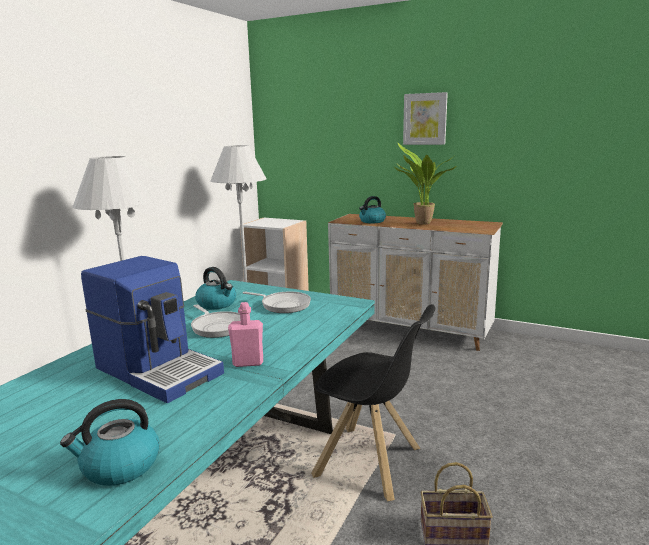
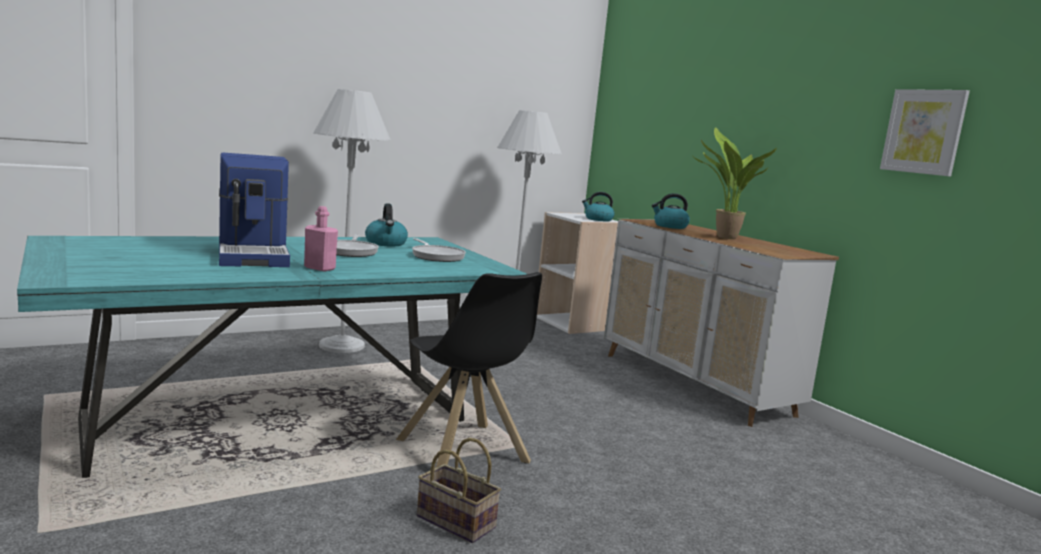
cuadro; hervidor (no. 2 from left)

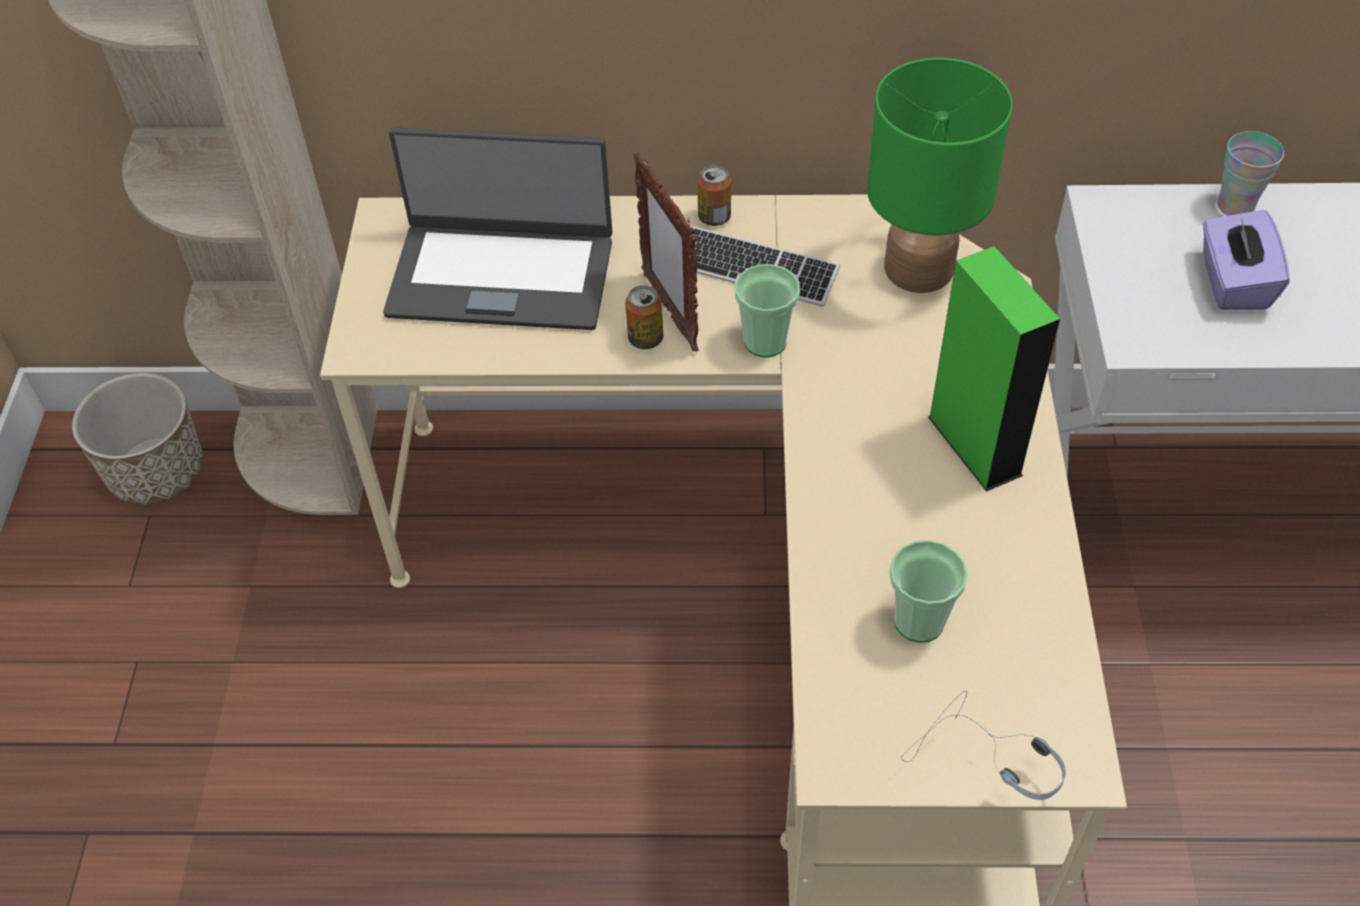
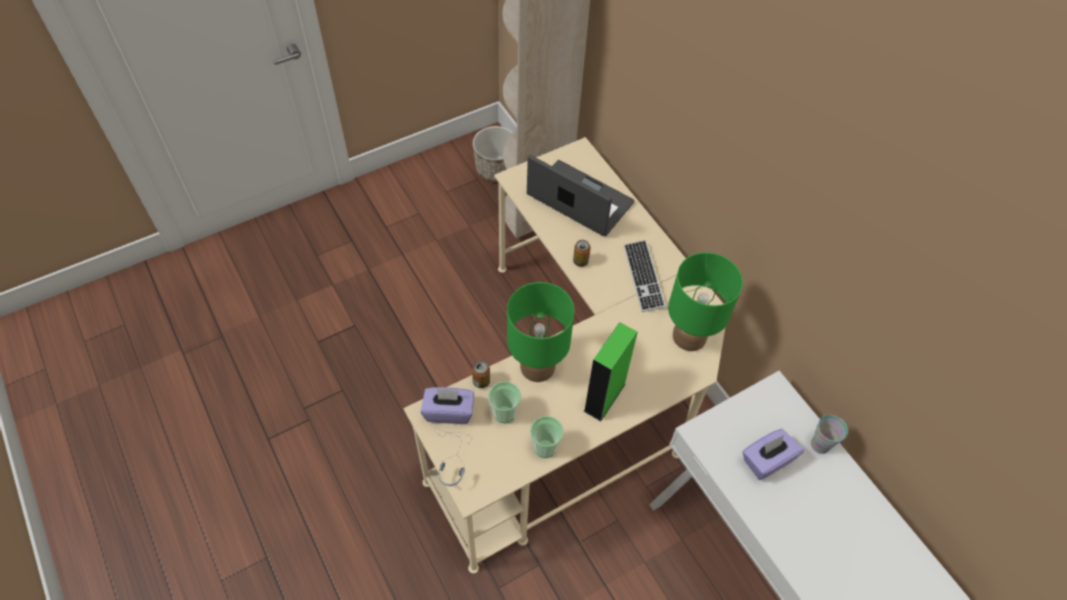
portátil; portarretratos; lata (no. 1 from left); taza (no. 2 from left); lámpara de mesa (verde) (no. 1 from left); caja de pañuelos (morado) (no. 1 from left)

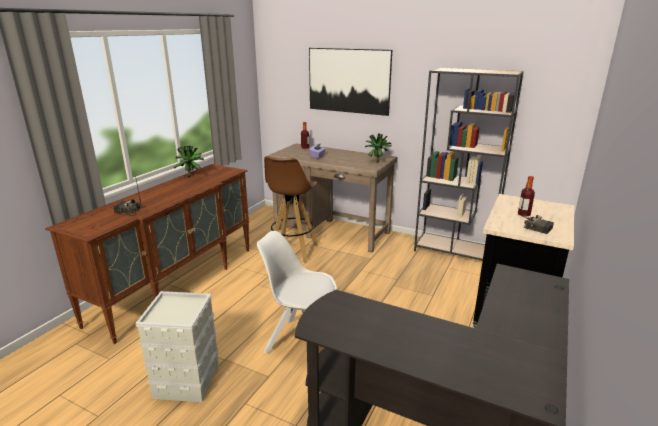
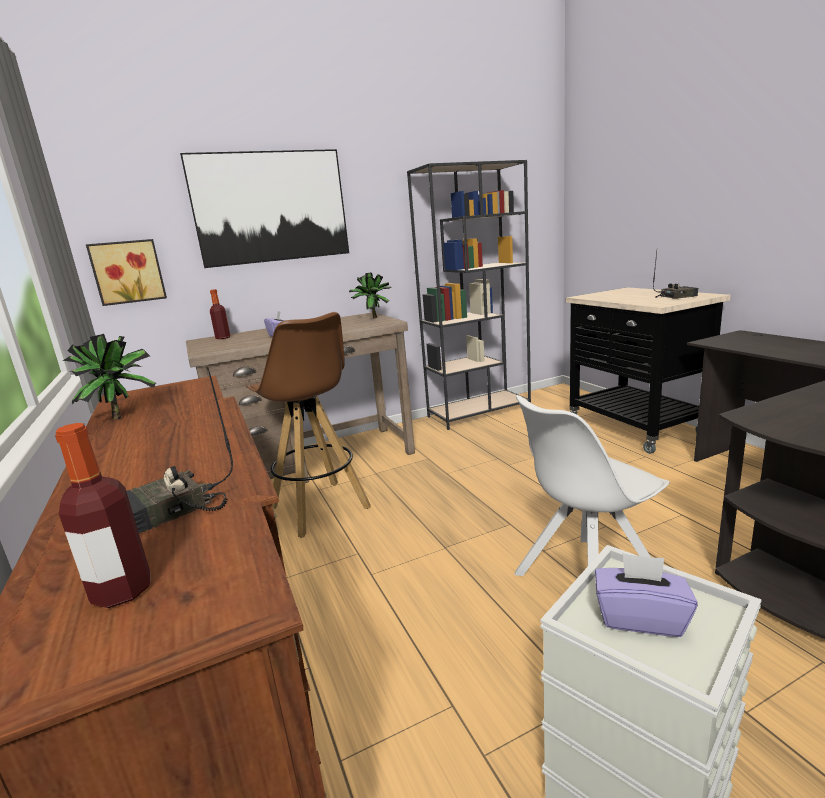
botella (no. 1 from left); cuadro (no. 1 from left); caja de pañuelos (morado) (no. 2 from left)

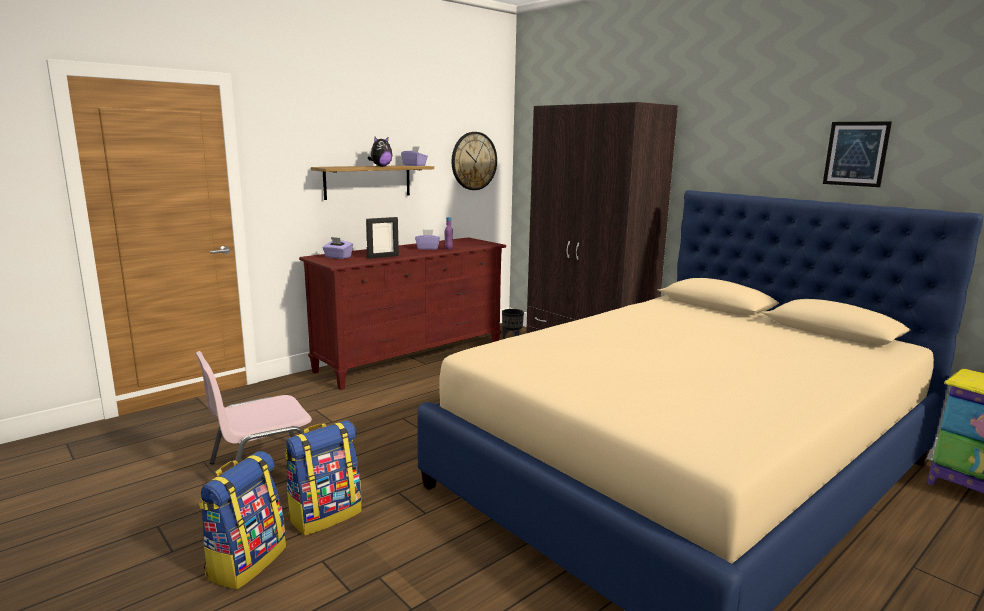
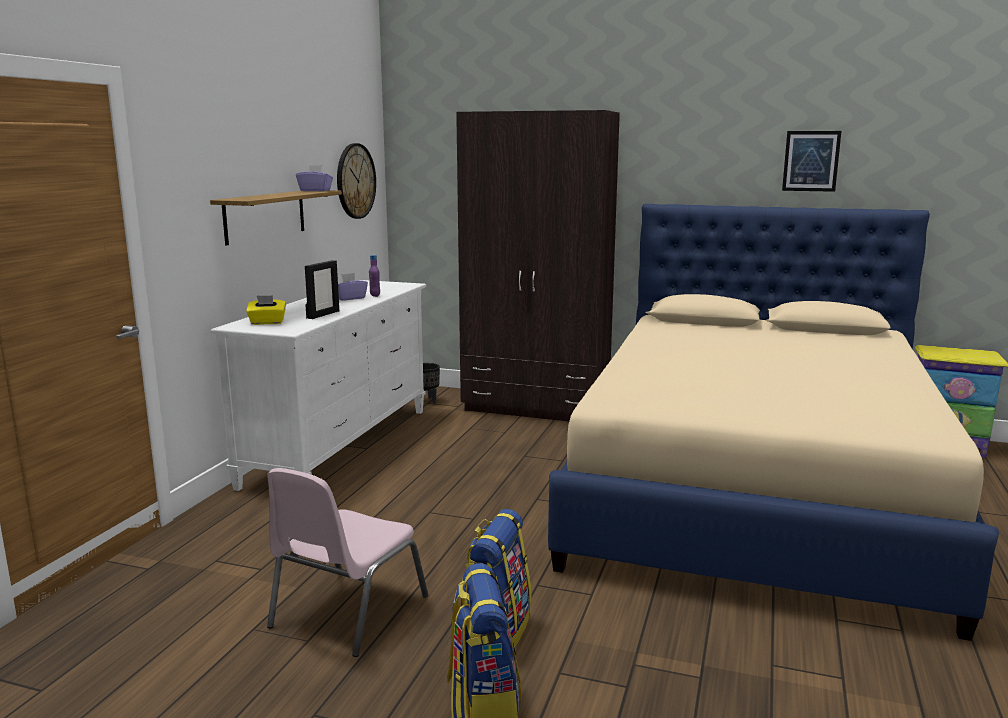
peluche; cómoda (blanco); caja de pañuelos (amarillo)

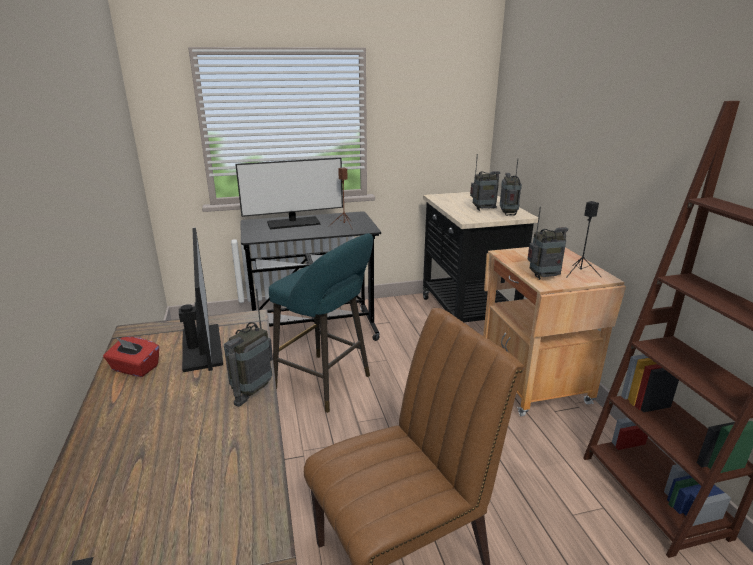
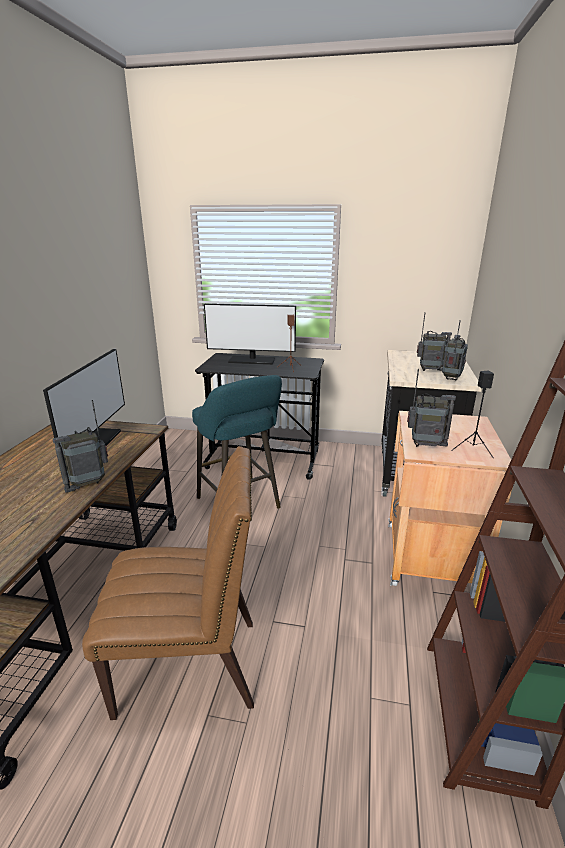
caja de pañuelos (rojo)

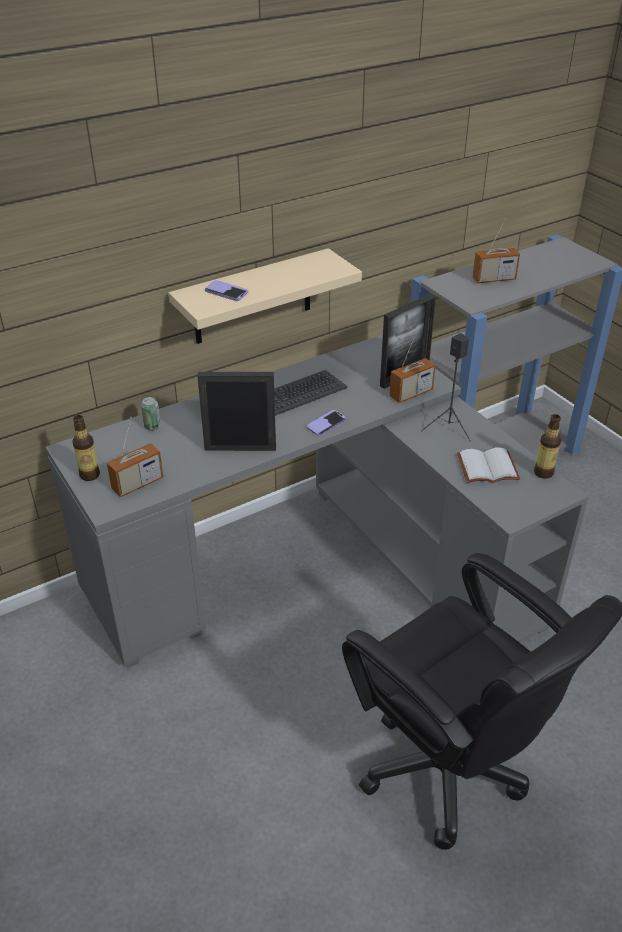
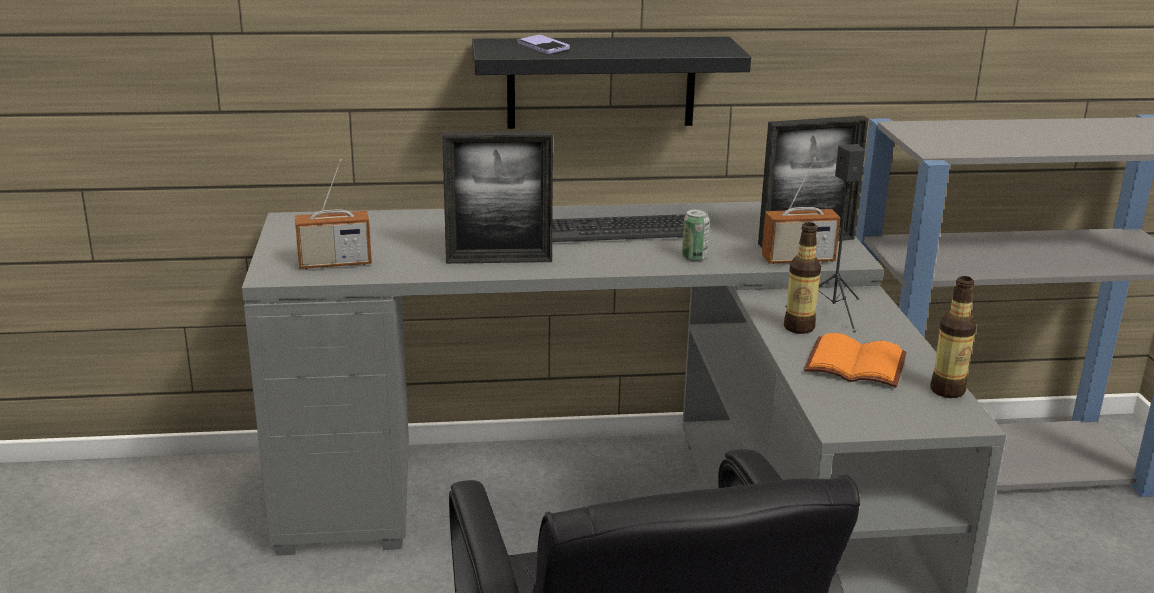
radio (no. 3 from left in the first image); estante (negro); portarretratos (no. 1 from left); lata; móvil (no. 2 from left in the first image); botella (no. 1 from left); libro (naranja)

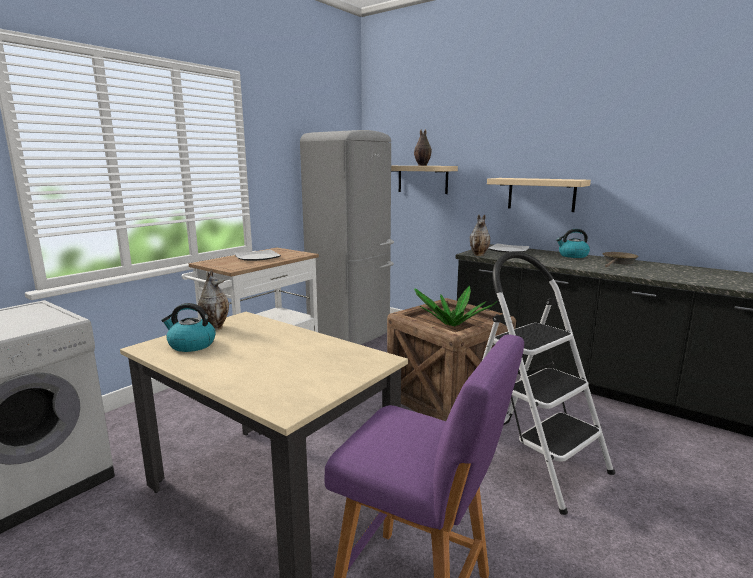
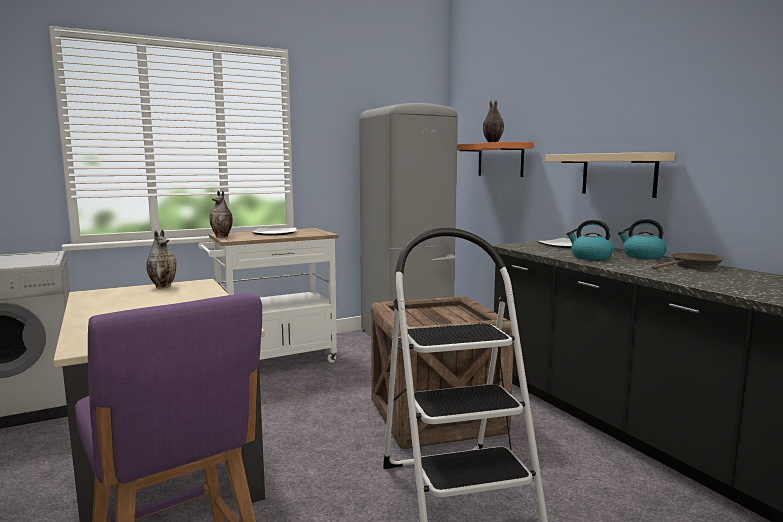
estante (naranja); florero (no. 2 from left); planta en maceta; hervidor (no. 1 from left)

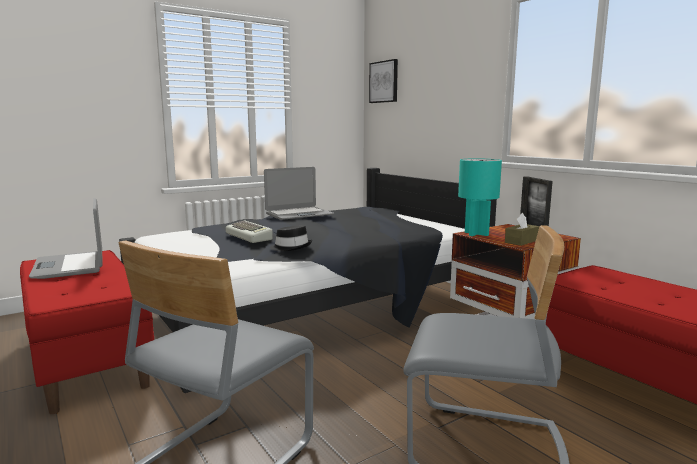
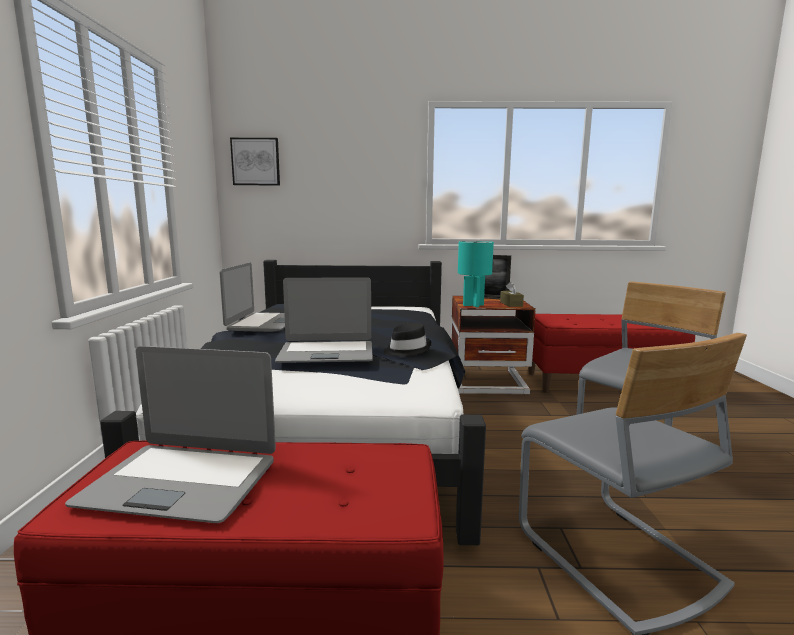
portátil (no. 3 from left)

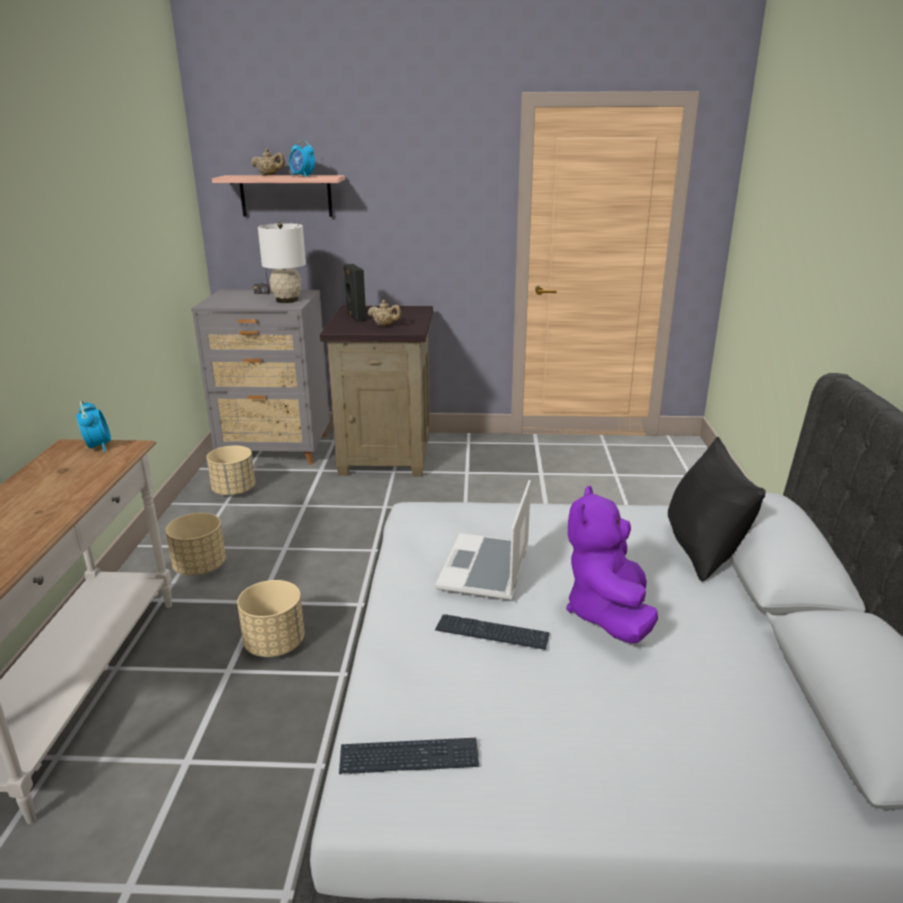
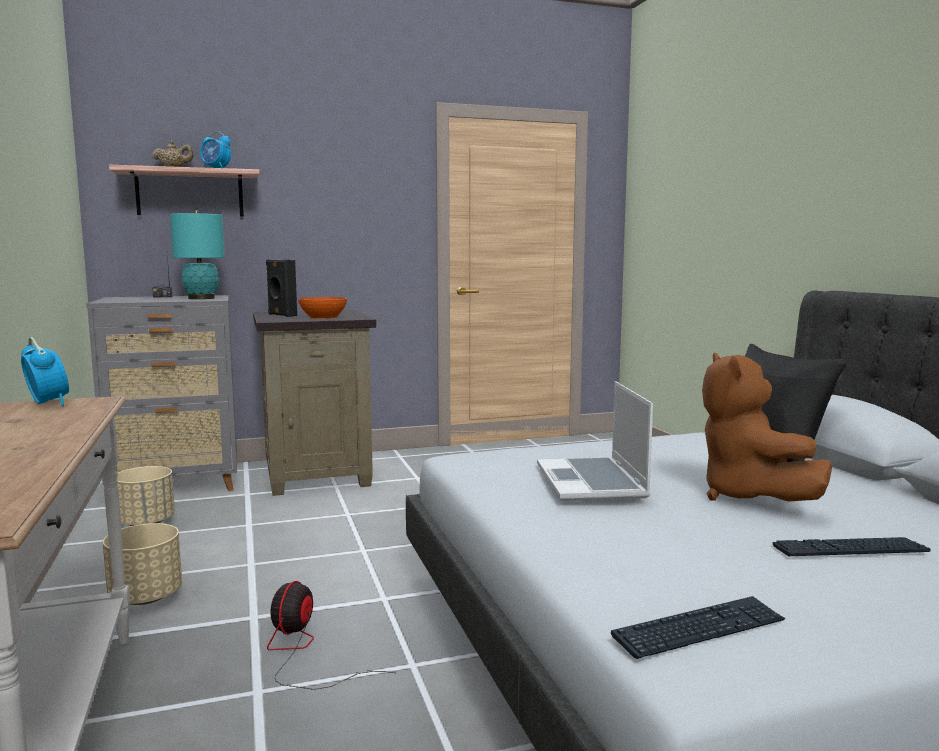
lámpara de mesa (turquesa); cuenco (naranja); peluche (marrón); ventilador; teclado (no. 2 from left)

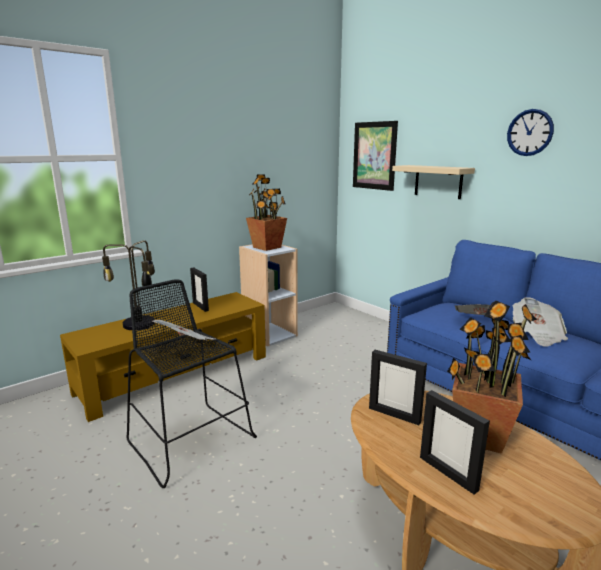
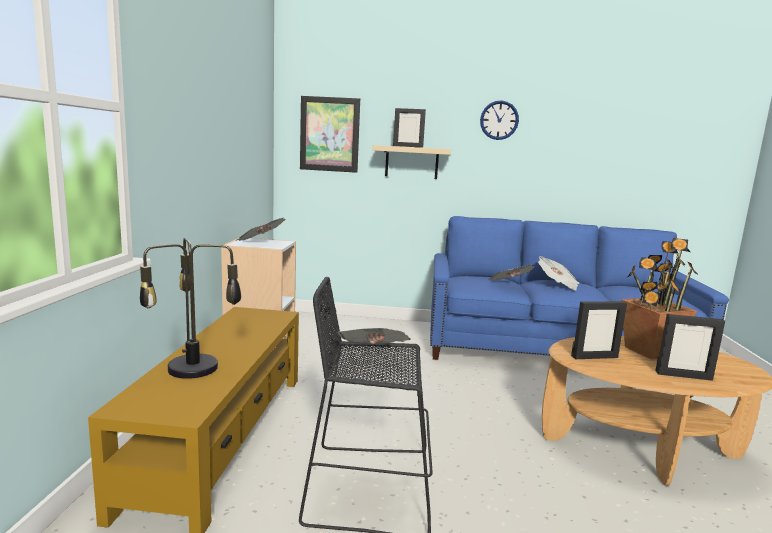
periódico (no. 1 from left); portarretratos (no. 1 from left)

